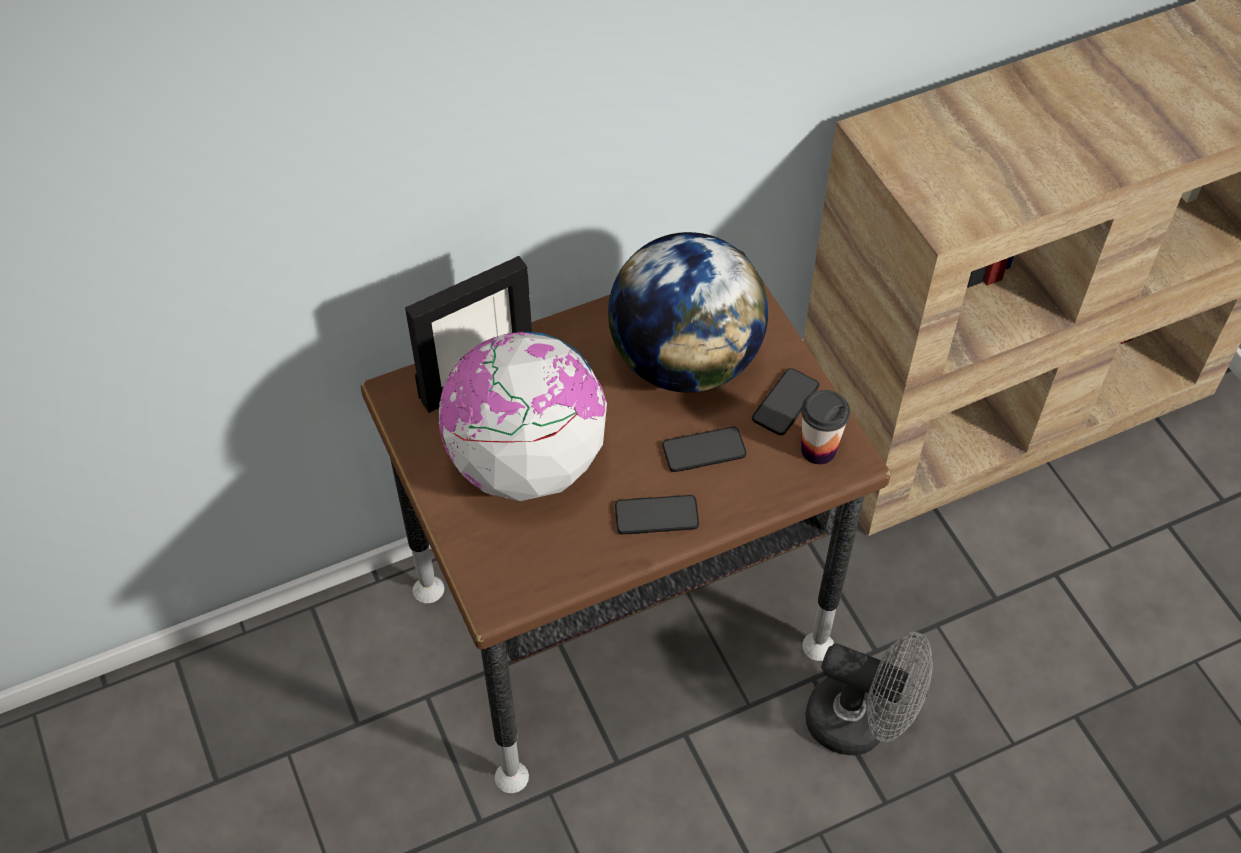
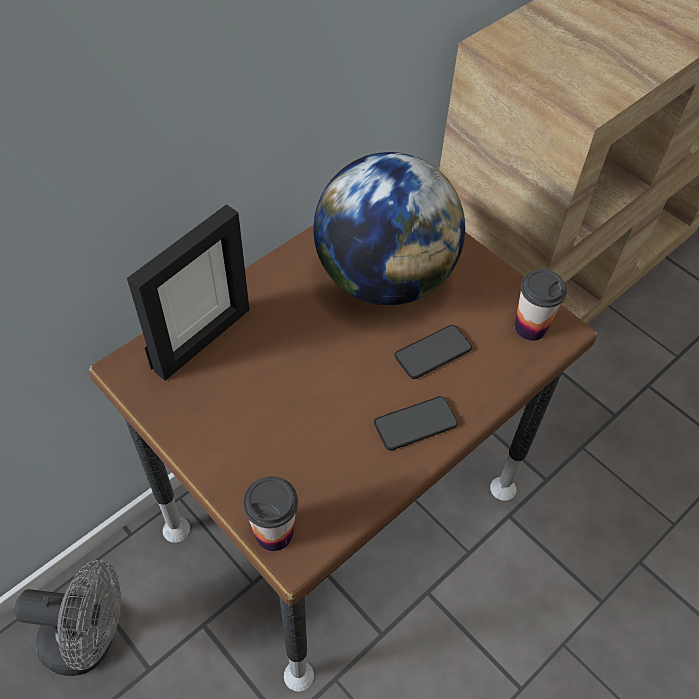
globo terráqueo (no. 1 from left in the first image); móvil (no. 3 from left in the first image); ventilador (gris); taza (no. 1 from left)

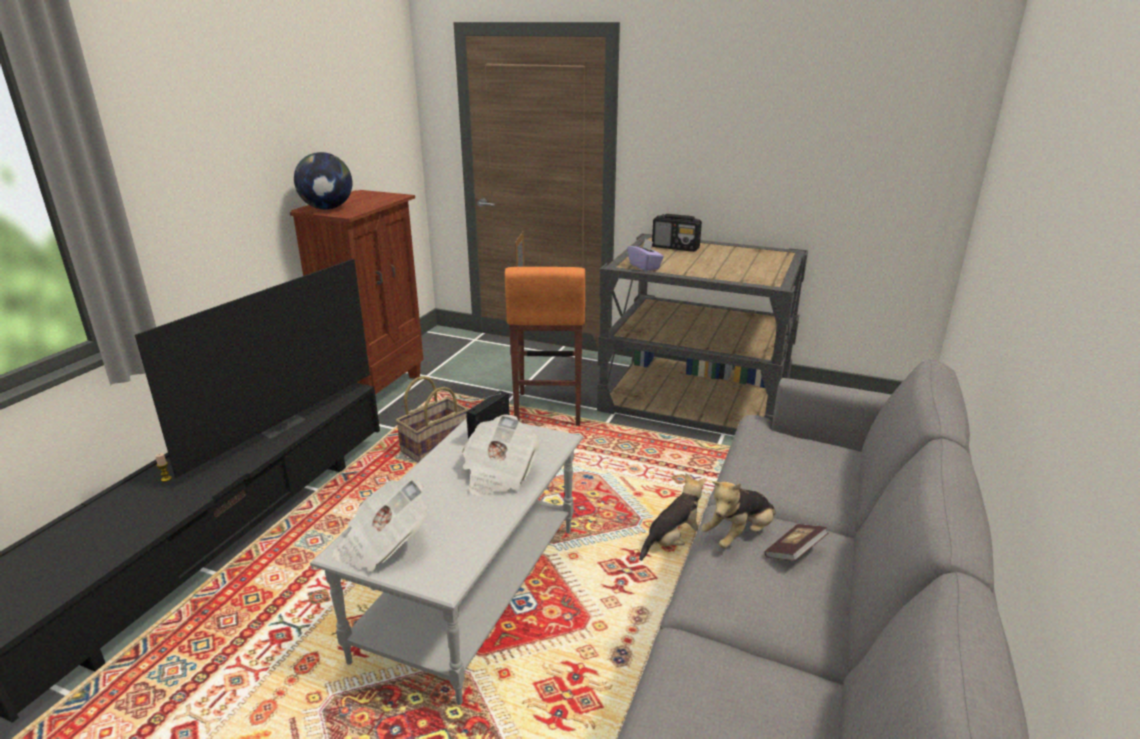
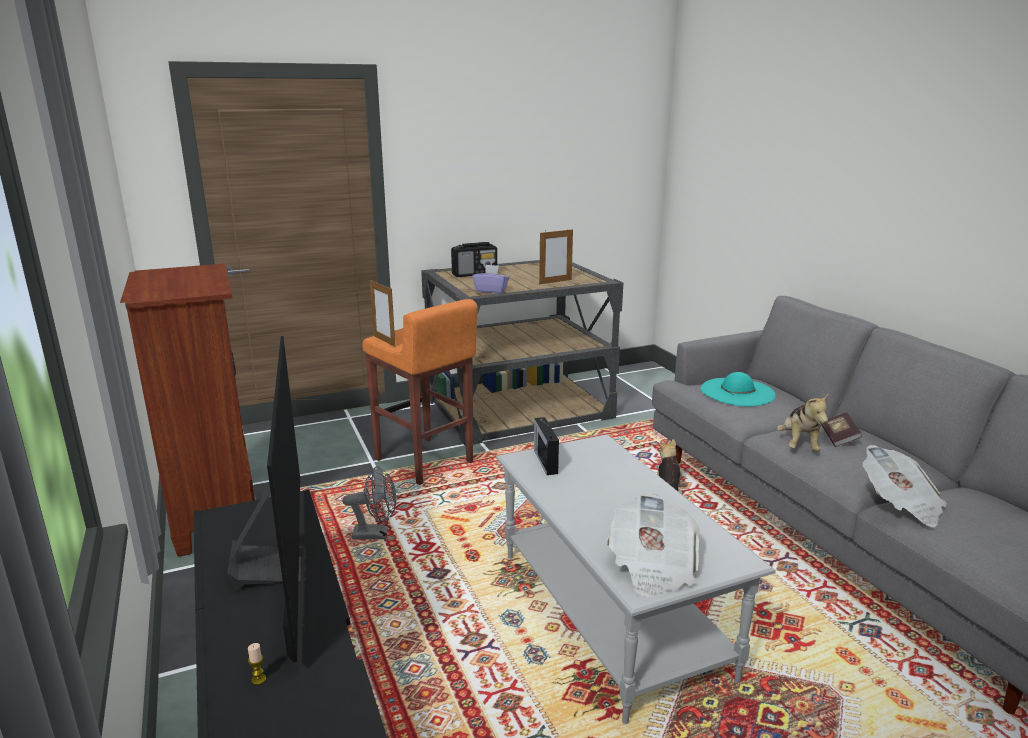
globo terráqueo; ventilador (gris); periódico (no. 2 from left); portarretratos (no. 2 from left); sombrero (turquesa)

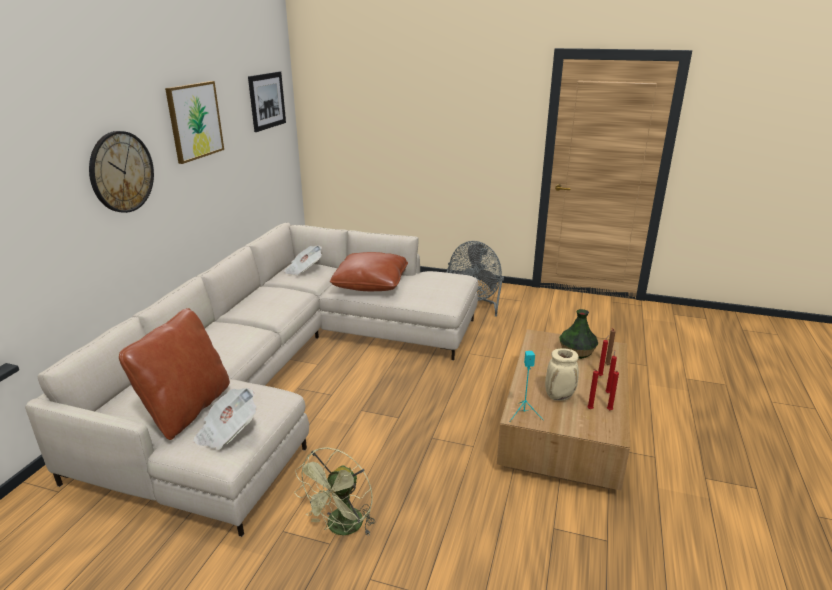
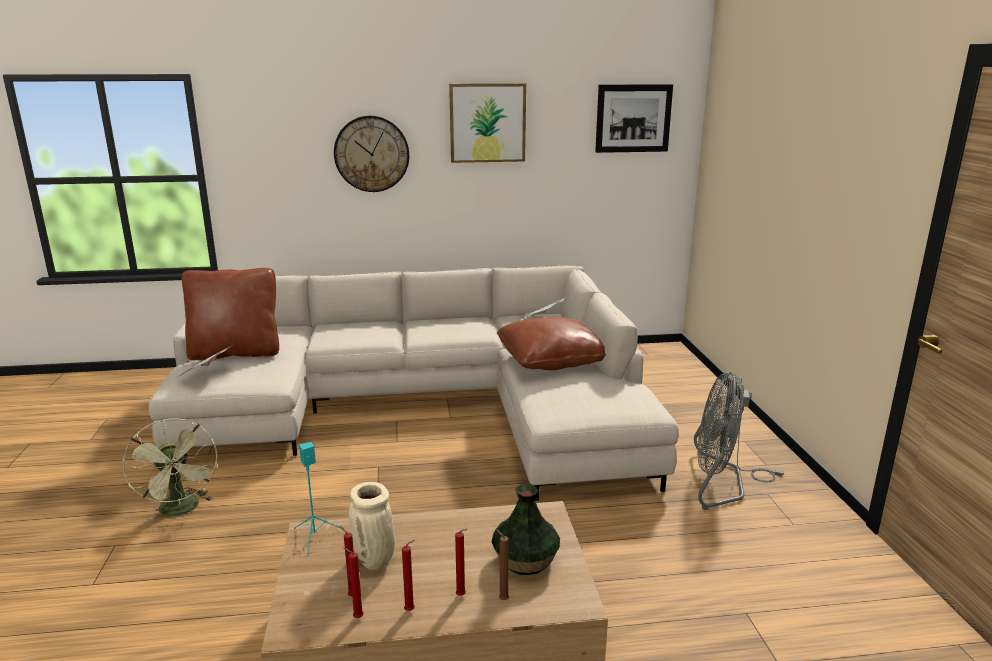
ventilador (verde)

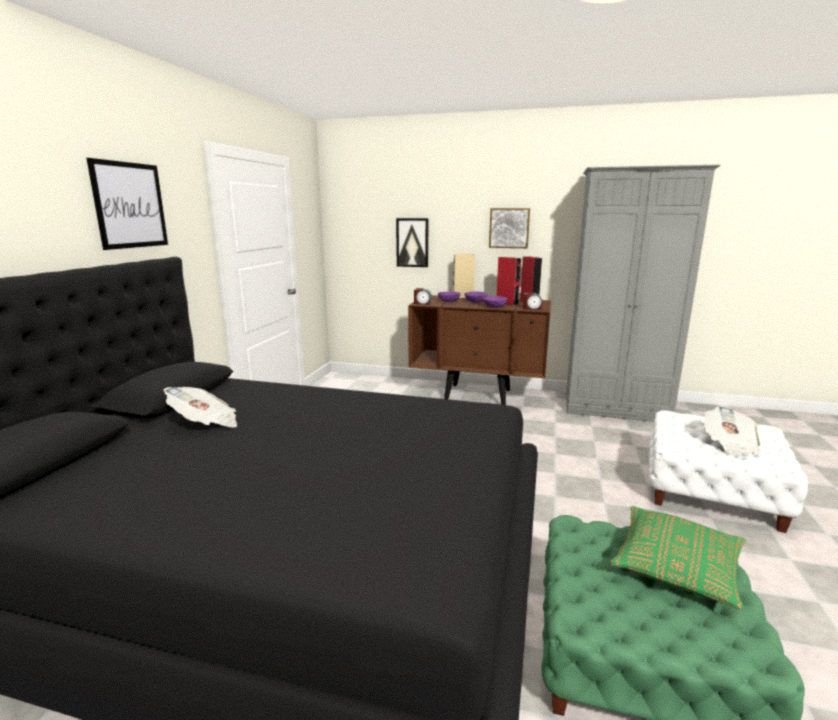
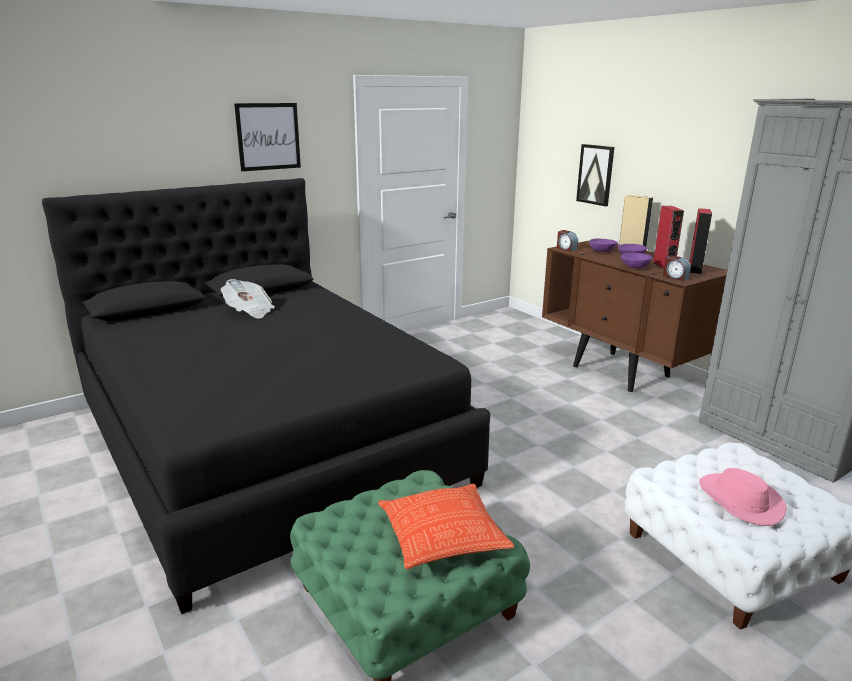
cuadro (no. 3 from left in the first image); sombrero (rosa); cojín (naranja)

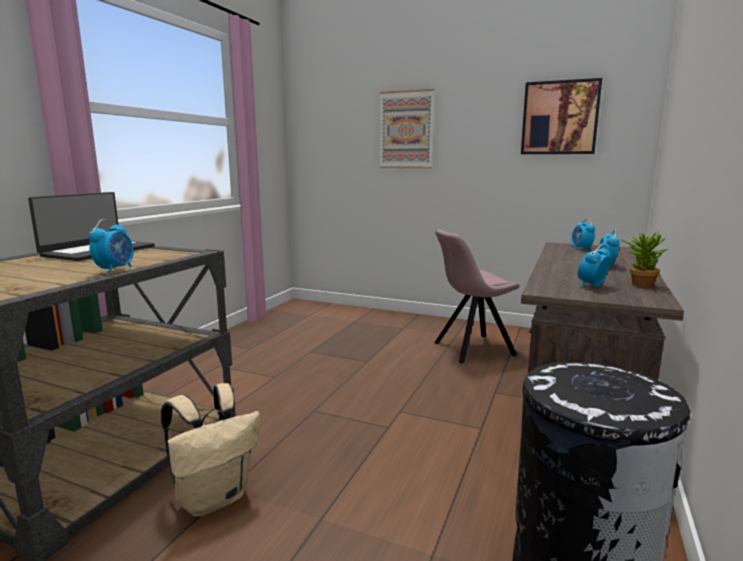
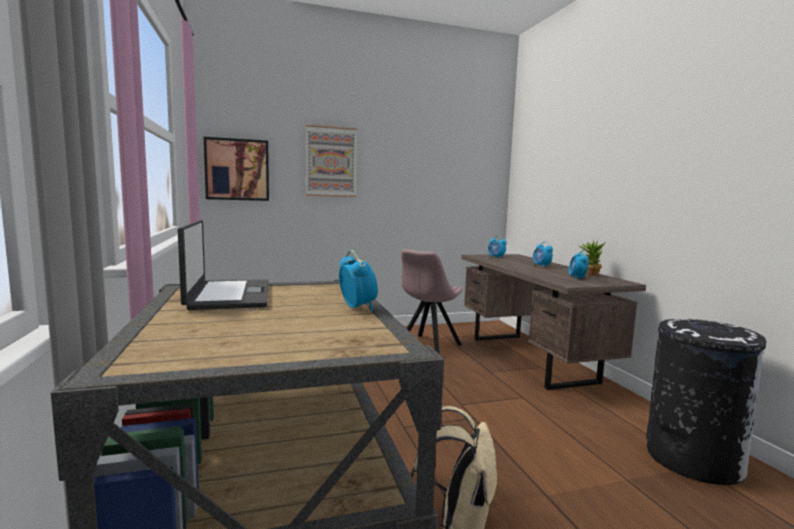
cuadro (no. 1 from left)

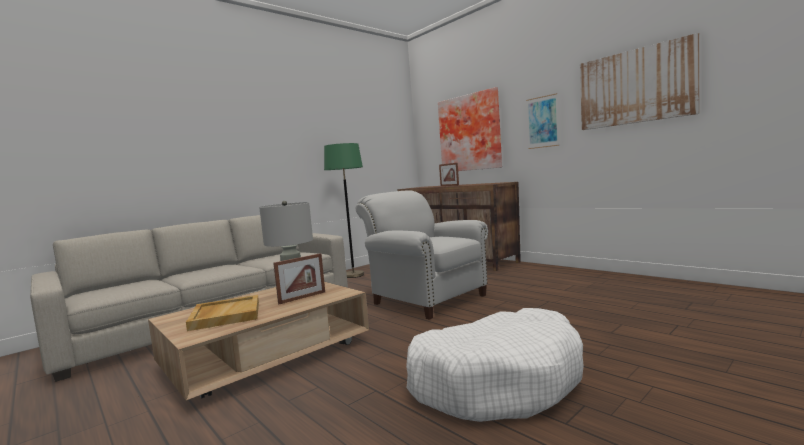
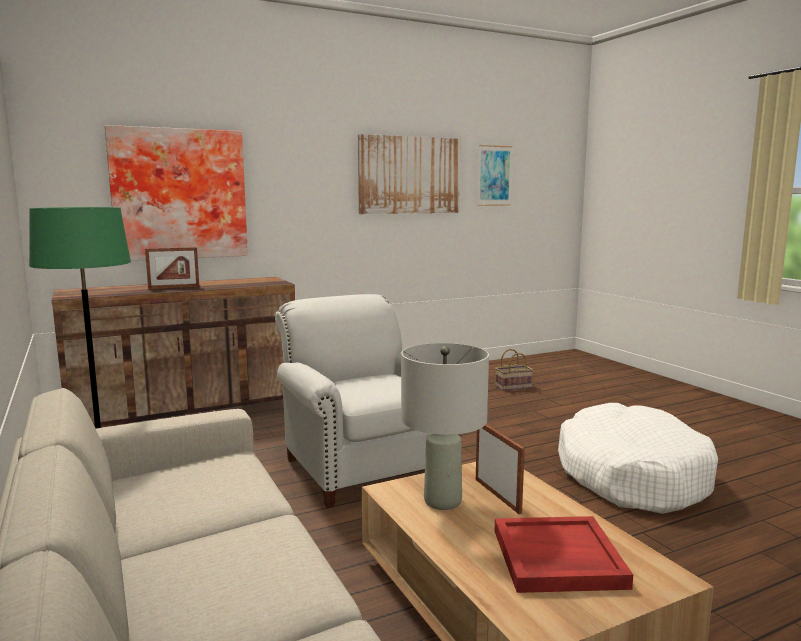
cuadro (no. 3 from left); sillón (blanco); bandeja (rojo); cesta

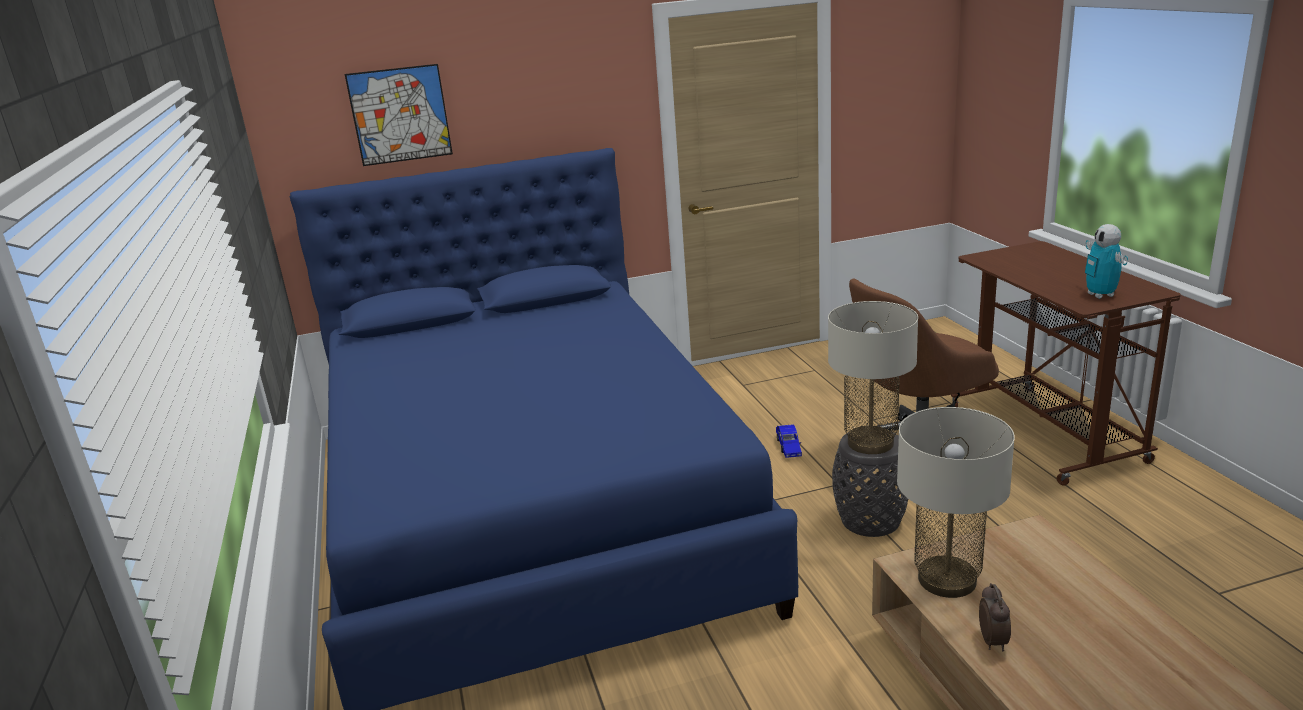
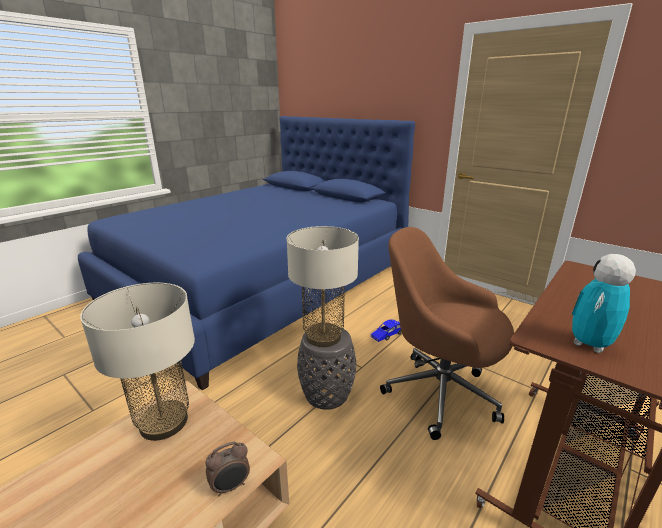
cuadro; despertador

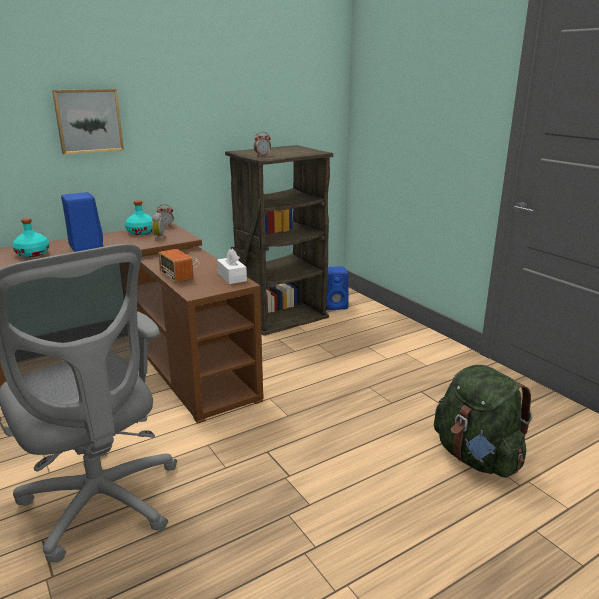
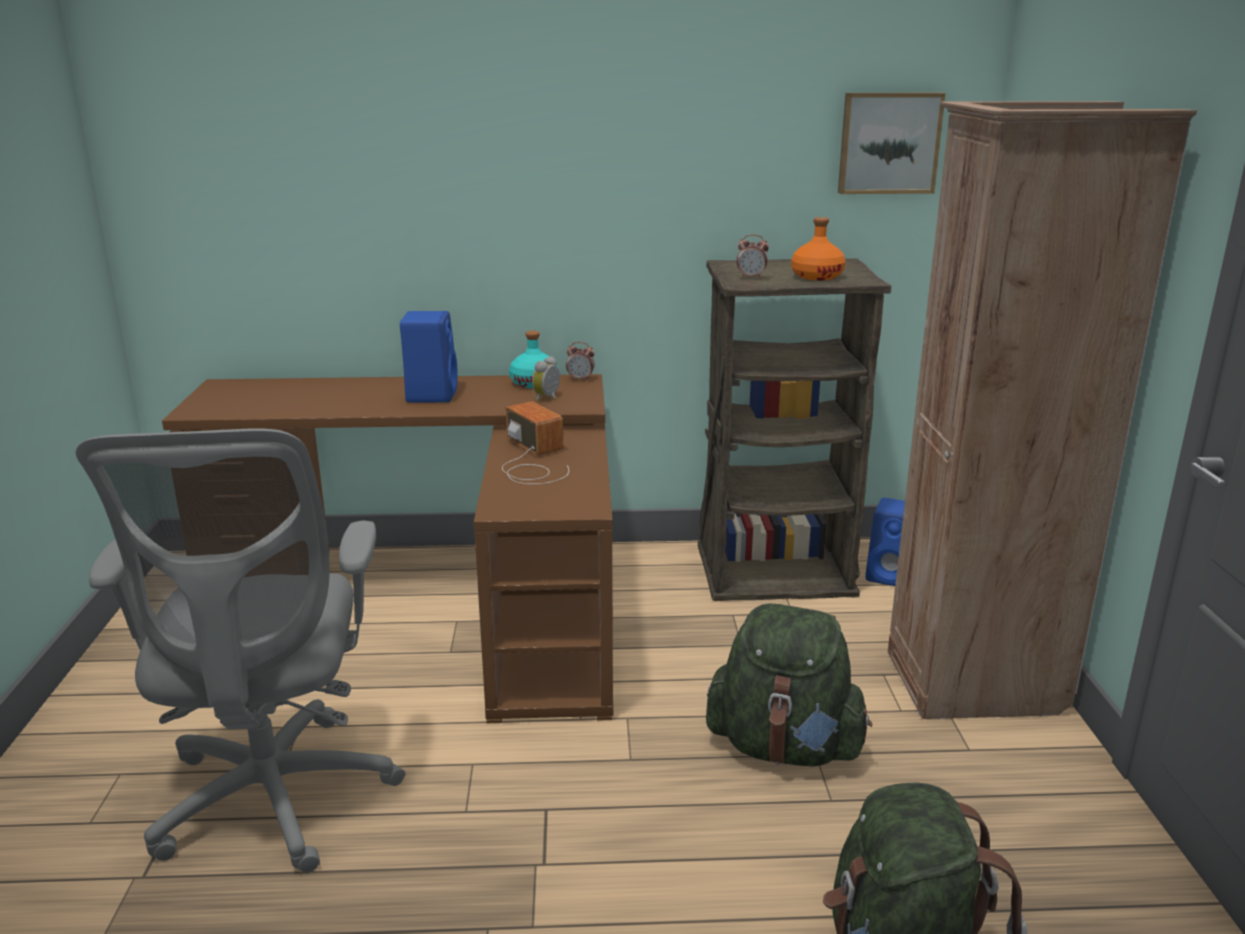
cuadro; botella (turquesa) (no. 1 from left in the first image); radio; caja de pañuelos (blanco); armario (marrón); botella (naranja); mochila (verde) (no. 1 from left)

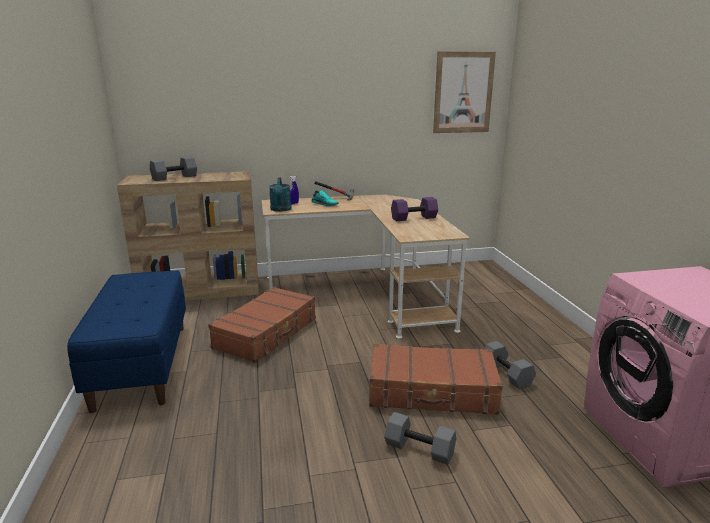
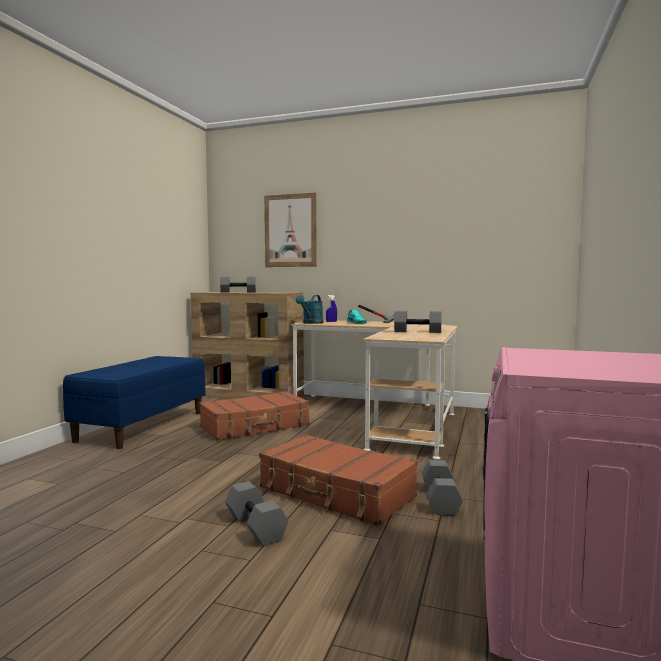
cuadro; mancuerna (gris) (no. 3 from left)

